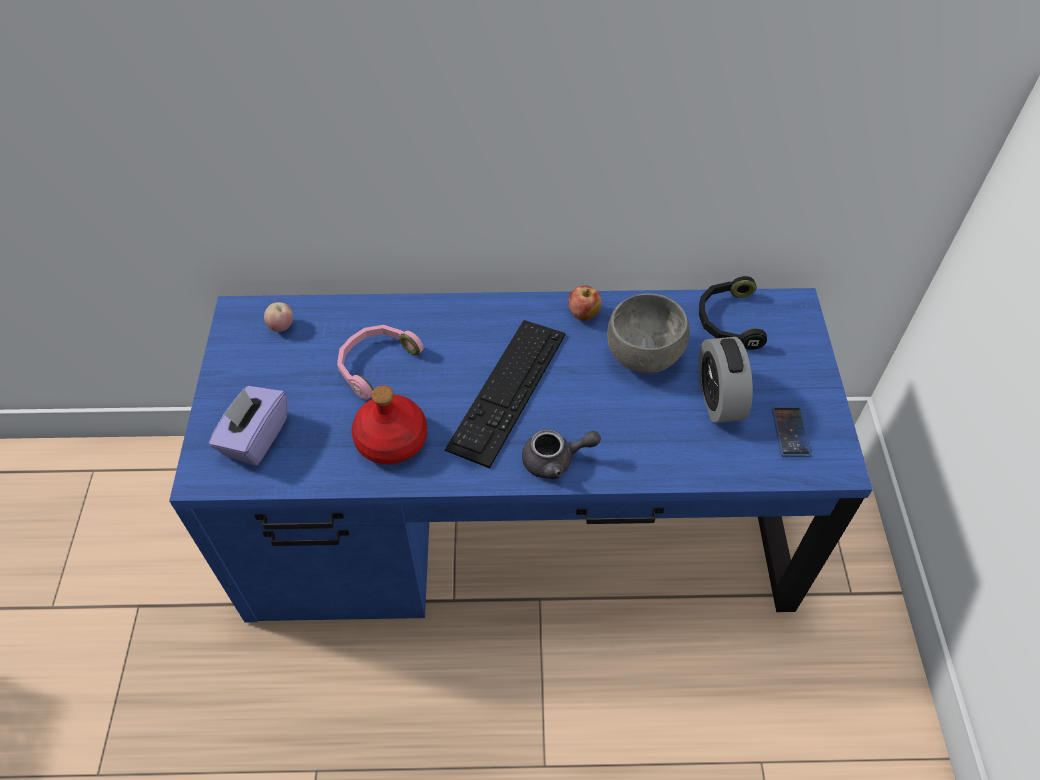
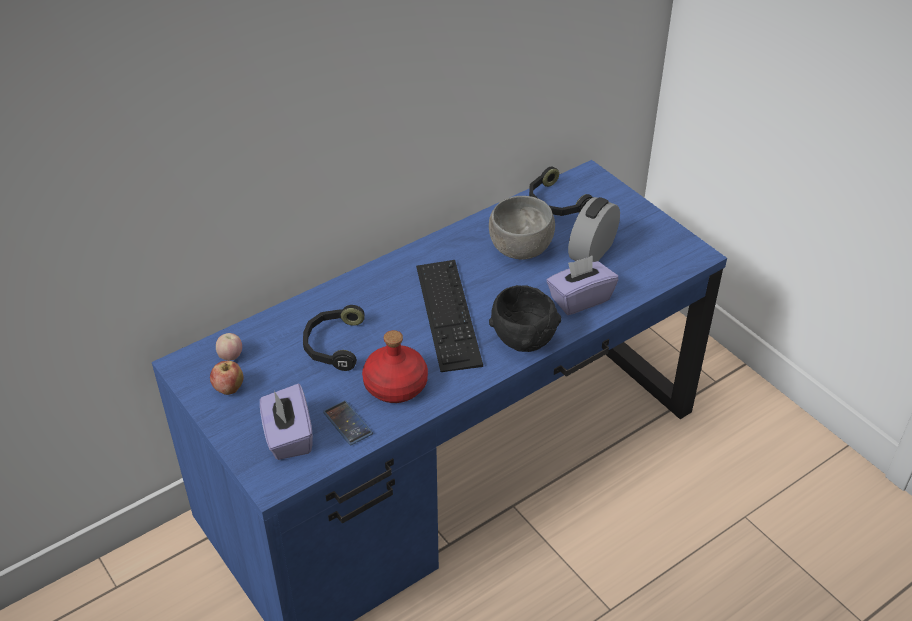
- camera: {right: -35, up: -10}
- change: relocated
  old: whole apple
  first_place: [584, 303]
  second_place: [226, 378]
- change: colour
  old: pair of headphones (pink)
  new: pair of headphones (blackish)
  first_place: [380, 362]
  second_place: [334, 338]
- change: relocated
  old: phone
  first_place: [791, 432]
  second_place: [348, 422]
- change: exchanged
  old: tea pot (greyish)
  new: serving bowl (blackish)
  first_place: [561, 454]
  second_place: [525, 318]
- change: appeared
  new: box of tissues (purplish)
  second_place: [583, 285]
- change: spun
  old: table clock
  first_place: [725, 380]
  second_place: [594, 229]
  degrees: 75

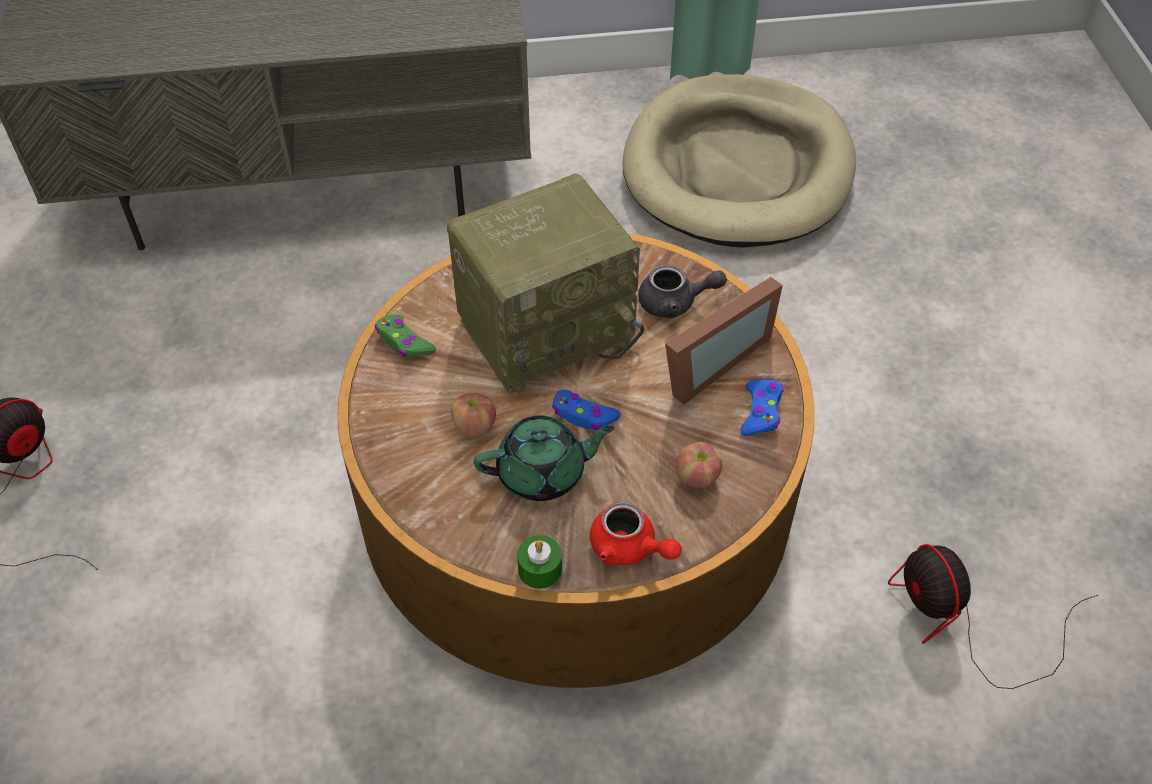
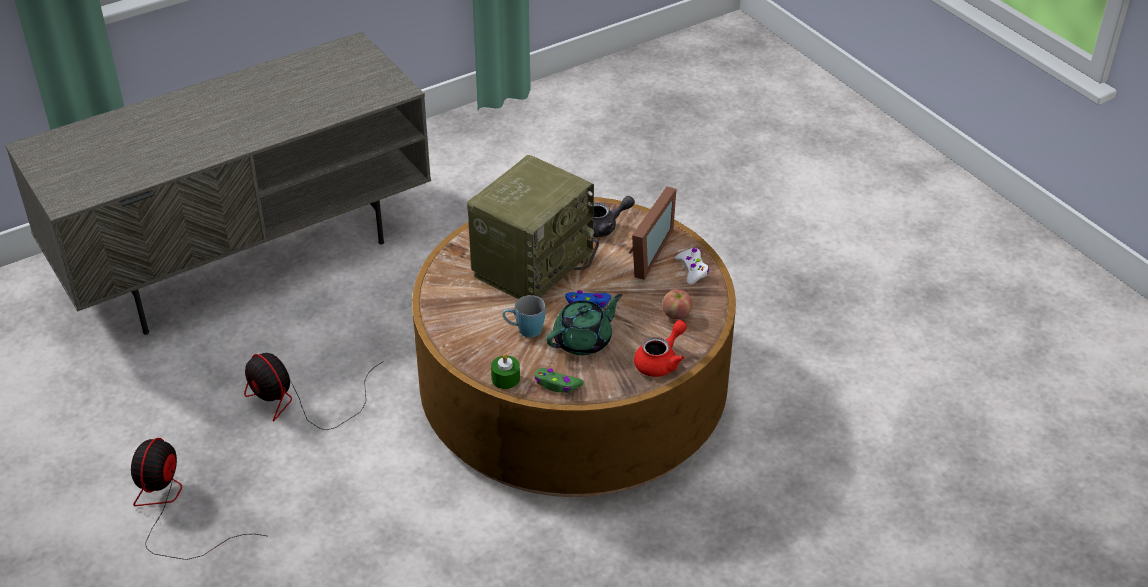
- camera: {right: -25, up: -10}
- change: relocated
  old: fan
  first_place: [993, 616]
  second_place: [314, 391]
- change: relocated
  old: wax light (green-coloured)
  first_place: [539, 562]
  second_place: [505, 371]
- change: exchanged
  old: whole apple
  new: coffee mug (blue)
  first_place: [473, 415]
  second_place: [523, 316]
- change: relocated
  old: joypad (green-coloured)
  first_place: [405, 336]
  second_place: [559, 380]
- change: spun
  old: tea pot (red)
  first_place: [636, 533]
  second_place: [660, 348]
  degrees: -60
- change: colour
  old: joypad (blue)
  new: joypad (whitish)
  first_place: [762, 407]
  second_place: [692, 266]
- change: missing
  old: dog bed (sand-coloured)
  first_place: [739, 161]

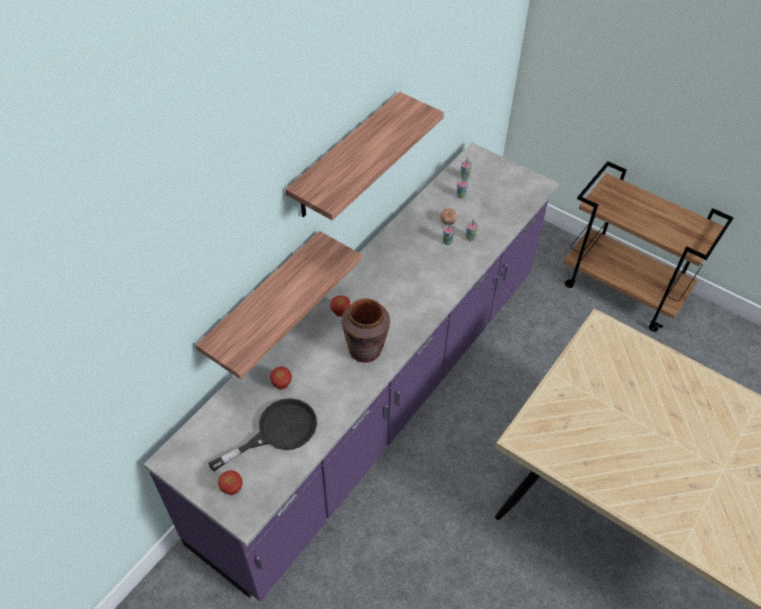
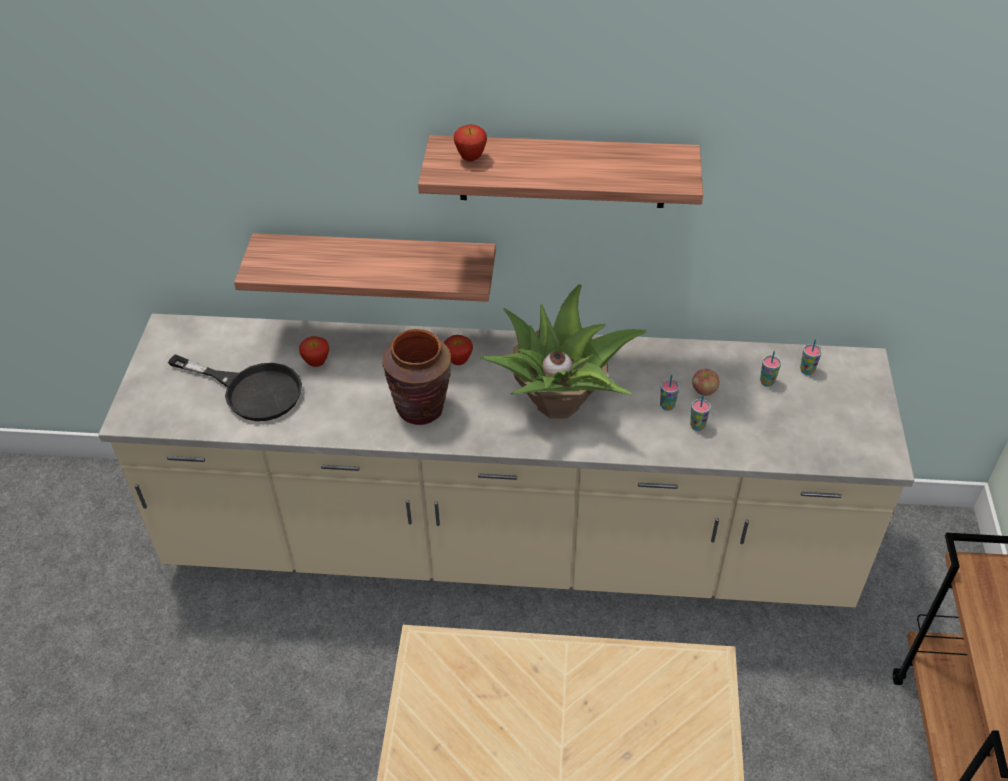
- camera: {right: 60, up: -5}
- change: colour
  old: kitchen counter (purplish)
  new: kitchen counter (sand-coloured)
  first_place: [351, 372]
  second_place: [506, 460]
- change: relocated
  old: whole apple
  first_place: [230, 482]
  second_place: [470, 143]
- change: appeared
  new: houseplant
  second_place: [563, 351]

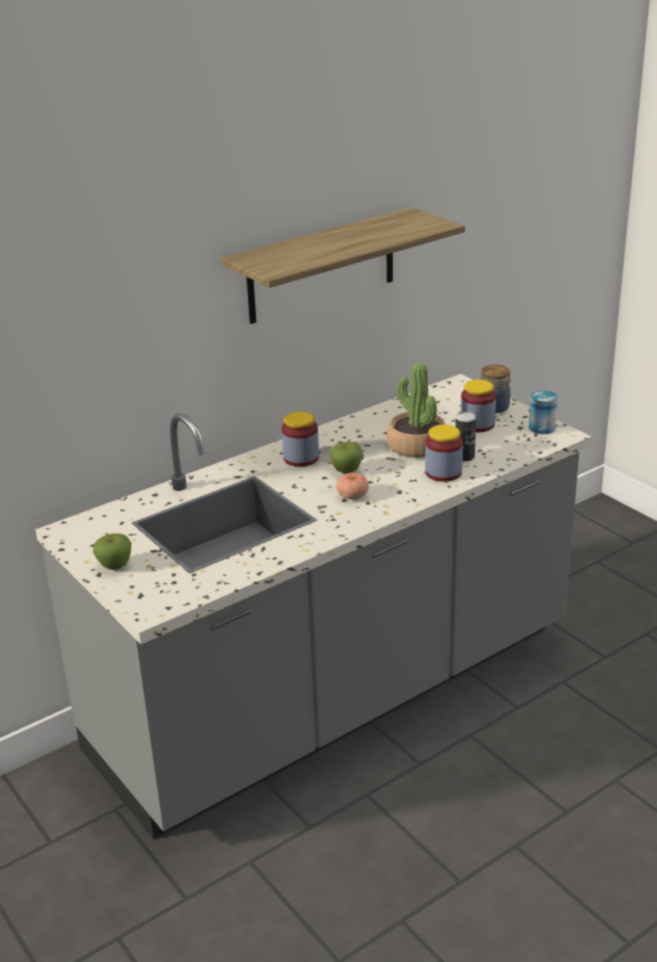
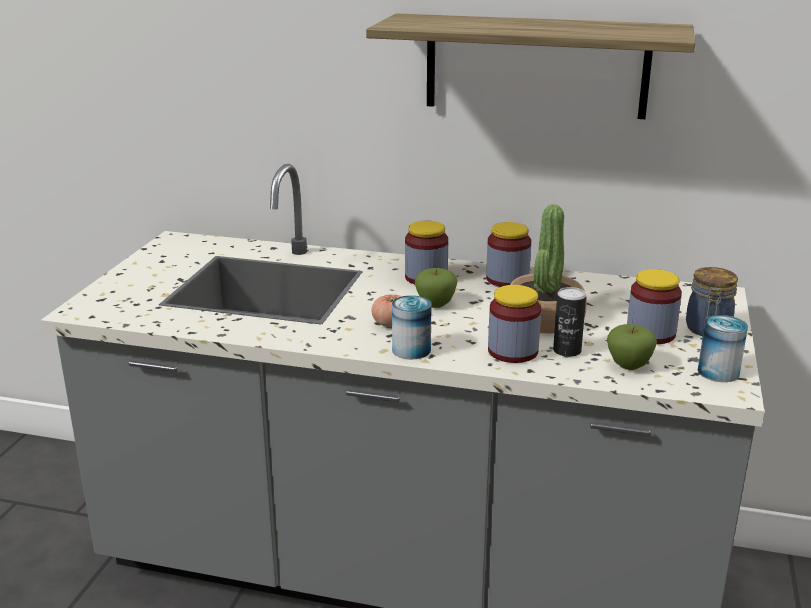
- camera: {right: 50, up: -5}
- change: appeared
  new: can
  second_place: [411, 327]
- change: appeared
  new: jar
  second_place: [508, 254]
- change: relocated
  old: whole apple
  first_place: [112, 551]
  second_place: [632, 347]

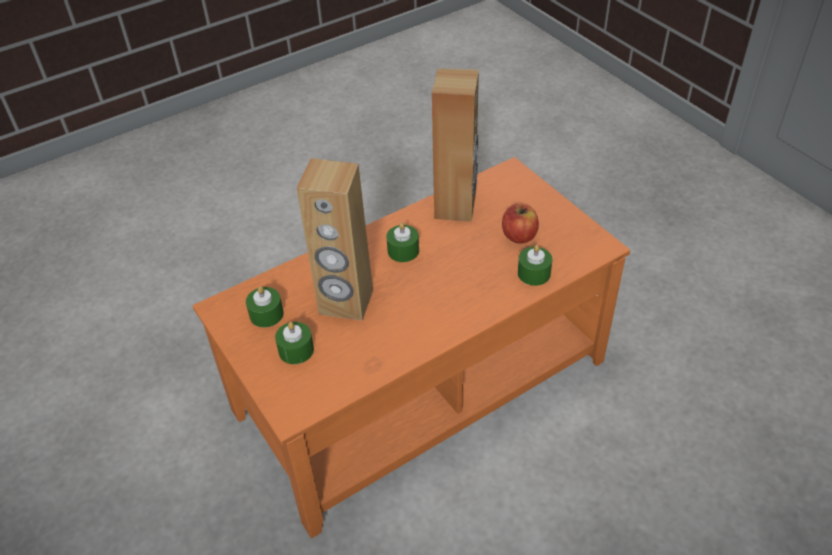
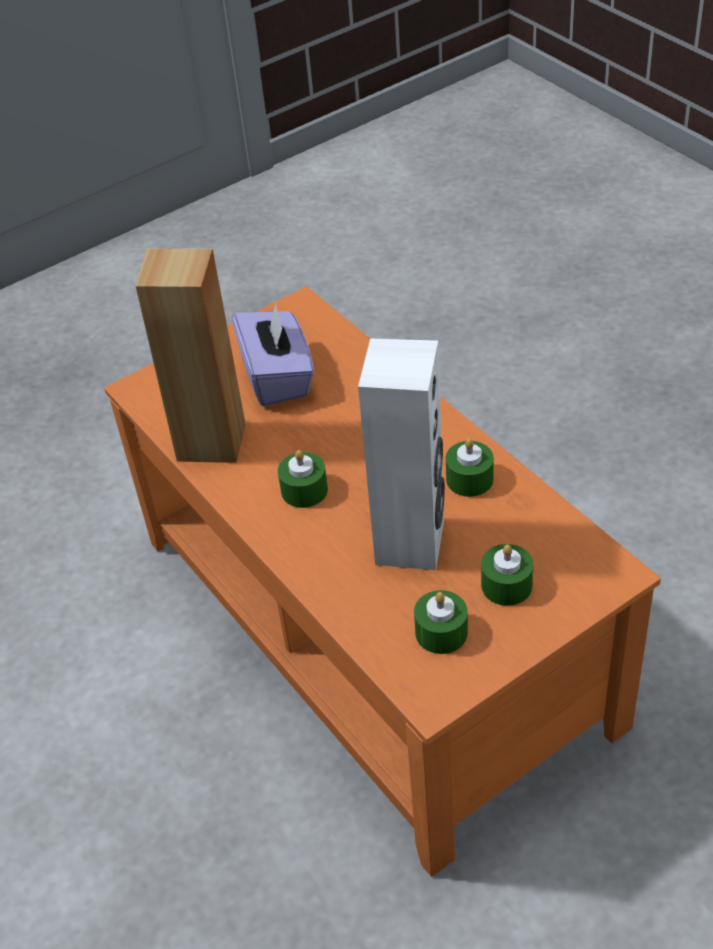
- camera: {right: -90, up: 0}
- change: exchanged
  old: whole apple
  new: box of tissues (purplish)
  first_place: [520, 223]
  second_place: [273, 355]
- change: colour
  old: speaker (brown)
  new: speaker (whitish)
  first_place: [335, 239]
  second_place: [401, 454]
- change: relocated
  old: wax light (green-coloured)
  first_place: [535, 265]
  second_place: [470, 467]

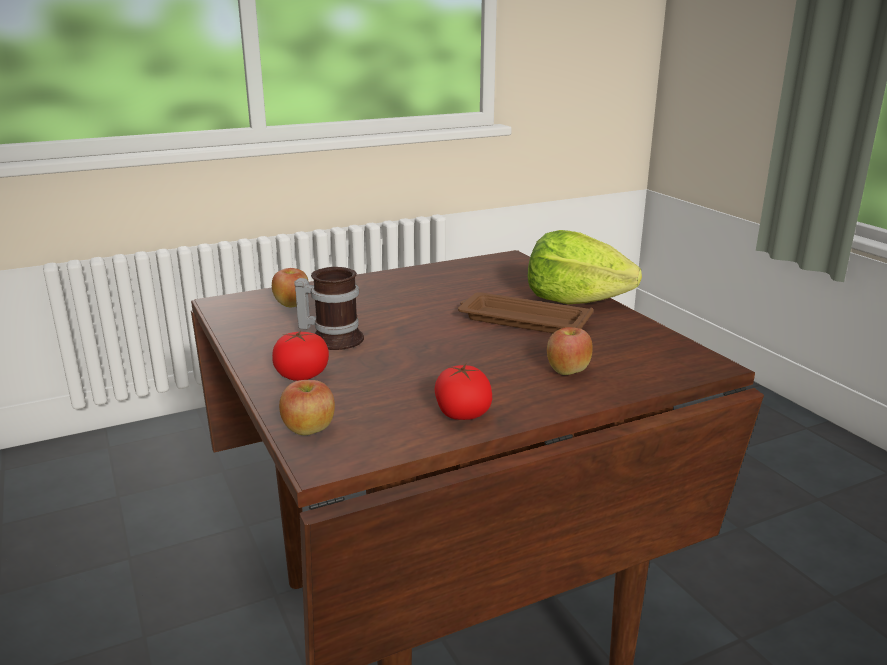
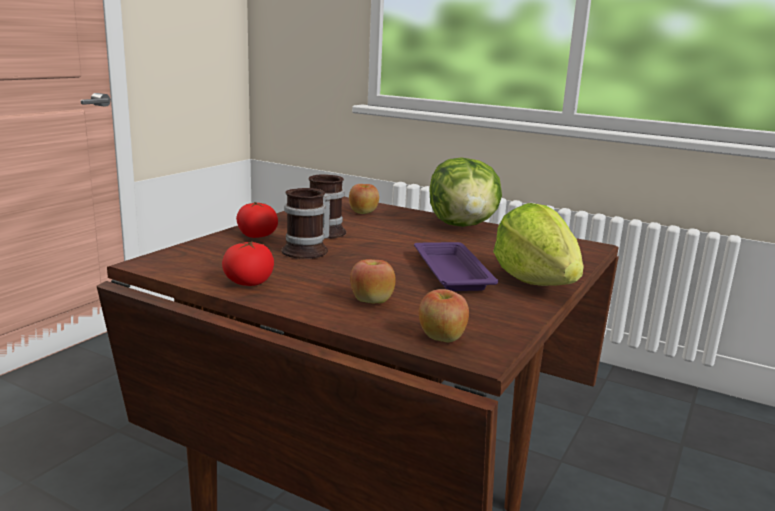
- camera: {right: 55, up: -5}
- change: appeared
  new: coffee mug
  second_place: [306, 223]
- change: colour
  old: carrying tray (brown)
  new: carrying tray (purplish)
  first_place: [525, 312]
  second_place: [456, 266]
- change: relocated
  old: whole apple
  first_place: [307, 407]
  second_place: [444, 315]
- change: appeared
  new: head of lettuce
  second_place: [466, 192]

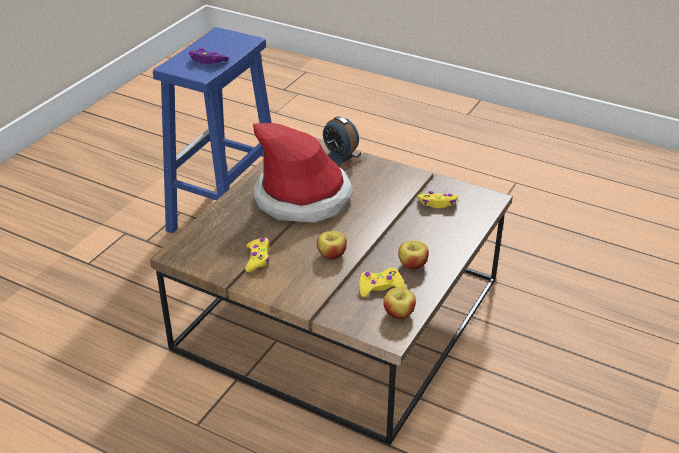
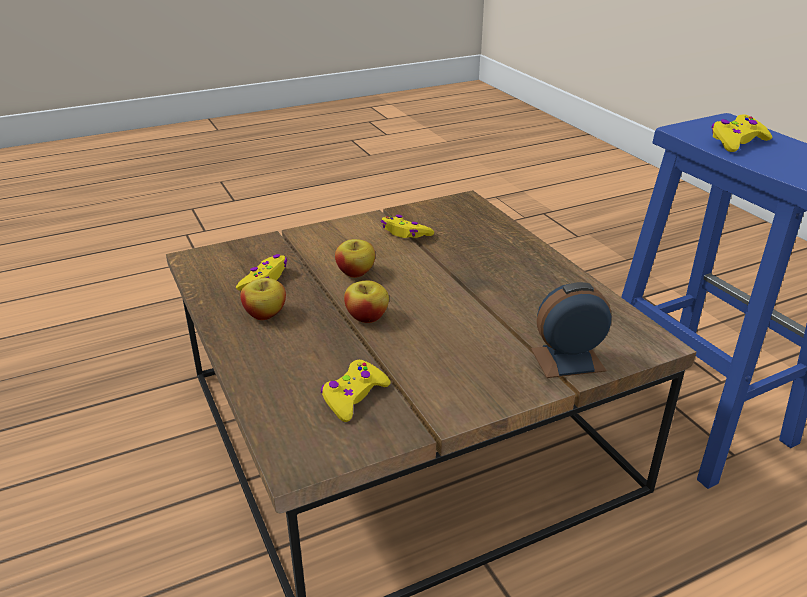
- camera: {right: 125, up: -5}
- change: relocated
  old: whole apple
  first_place: [399, 303]
  second_place: [366, 301]
- change: colour
  old: joypad (purplish)
  new: joypad (yellow-coloured)
  first_place: [209, 56]
  second_place: [742, 133]
- change: missing
  old: clothing hat
  first_place: [303, 172]

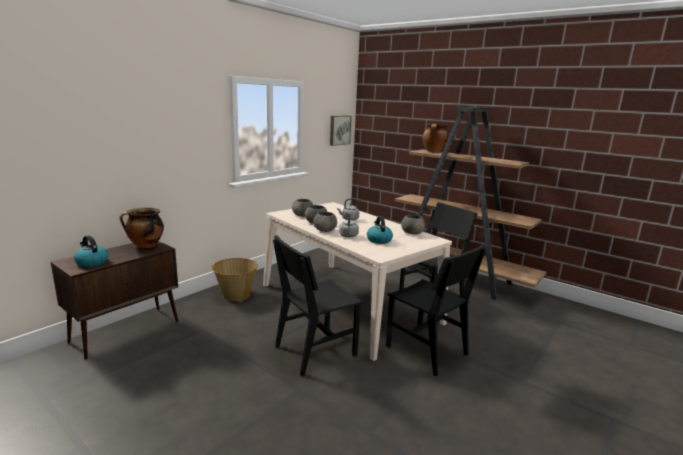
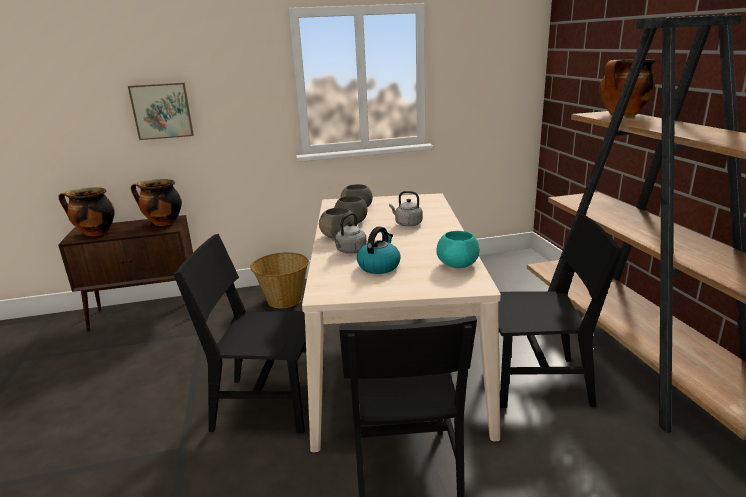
- camera: {right: 40, up: 5}
- change: exchanged
  old: tea kettle
  new: stockpot
  first_place: [91, 251]
  second_place: [86, 211]
- change: relocated
  old: wall picture
  first_place: [341, 131]
  second_place: [161, 111]
- change: colour
  old: serving bowl (greyish)
  new: serving bowl (turquoise-coloured)
  first_place: [413, 224]
  second_place: [458, 249]

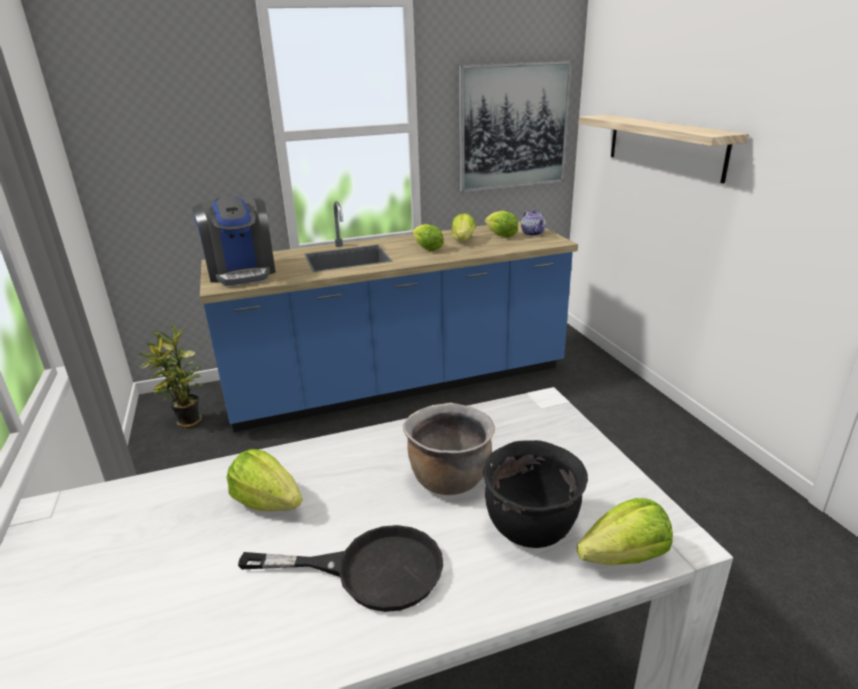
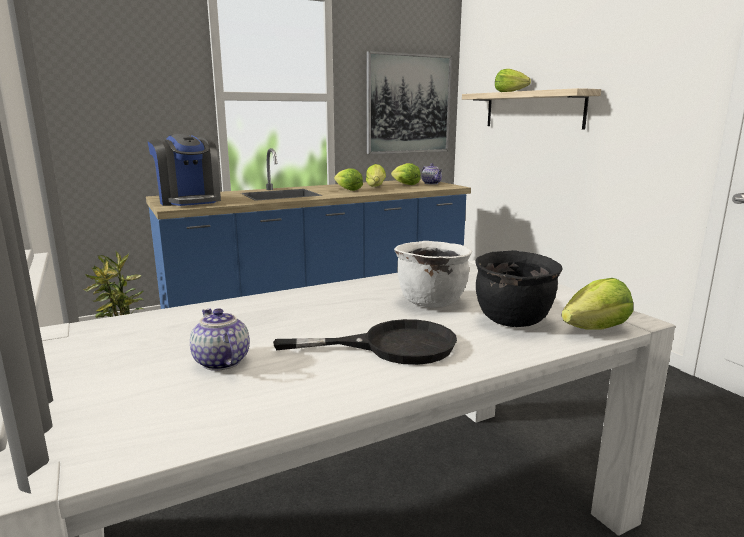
- camera: {right: -10, up: -10}
- change: appeared
  new: tea pot
  second_place: [220, 339]
- change: colour
  old: stockpot (brown)
  new: stockpot (whitish)
  first_place: [449, 449]
  second_place: [433, 274]
- change: relocated
  old: head of lettuce
  first_place: [264, 480]
  second_place: [513, 80]

